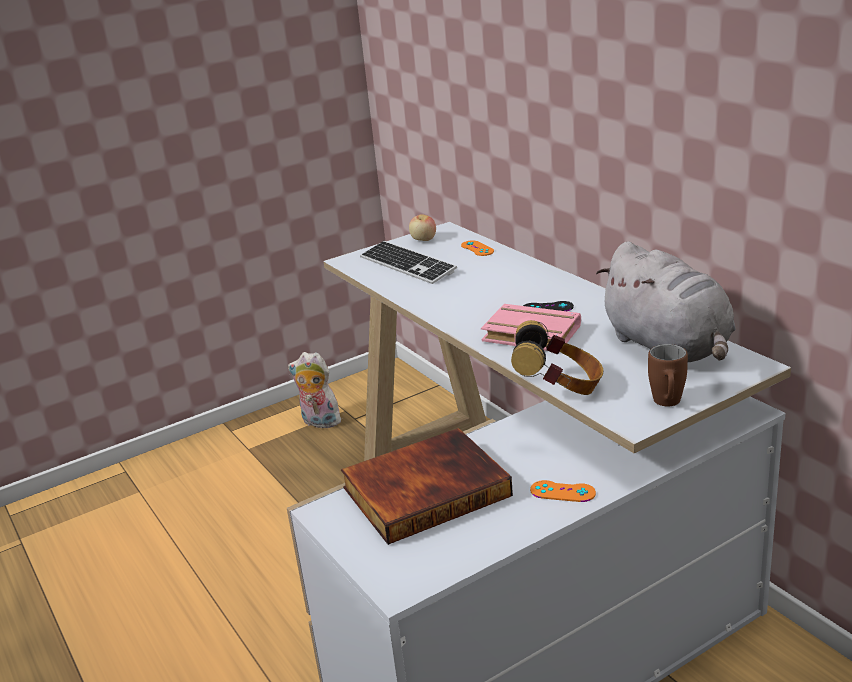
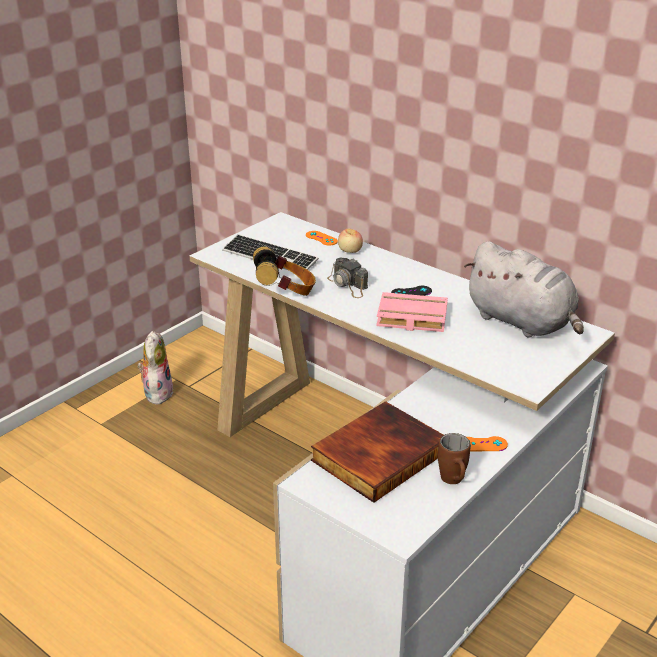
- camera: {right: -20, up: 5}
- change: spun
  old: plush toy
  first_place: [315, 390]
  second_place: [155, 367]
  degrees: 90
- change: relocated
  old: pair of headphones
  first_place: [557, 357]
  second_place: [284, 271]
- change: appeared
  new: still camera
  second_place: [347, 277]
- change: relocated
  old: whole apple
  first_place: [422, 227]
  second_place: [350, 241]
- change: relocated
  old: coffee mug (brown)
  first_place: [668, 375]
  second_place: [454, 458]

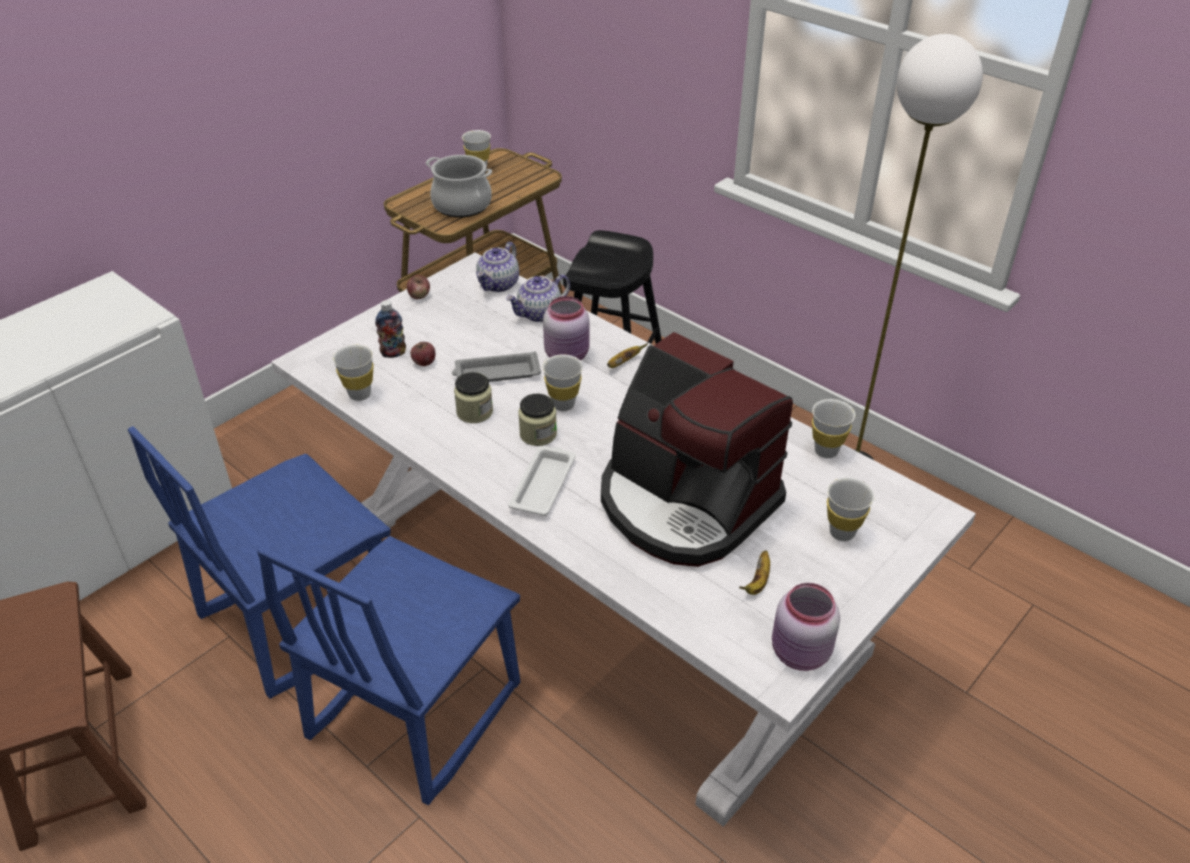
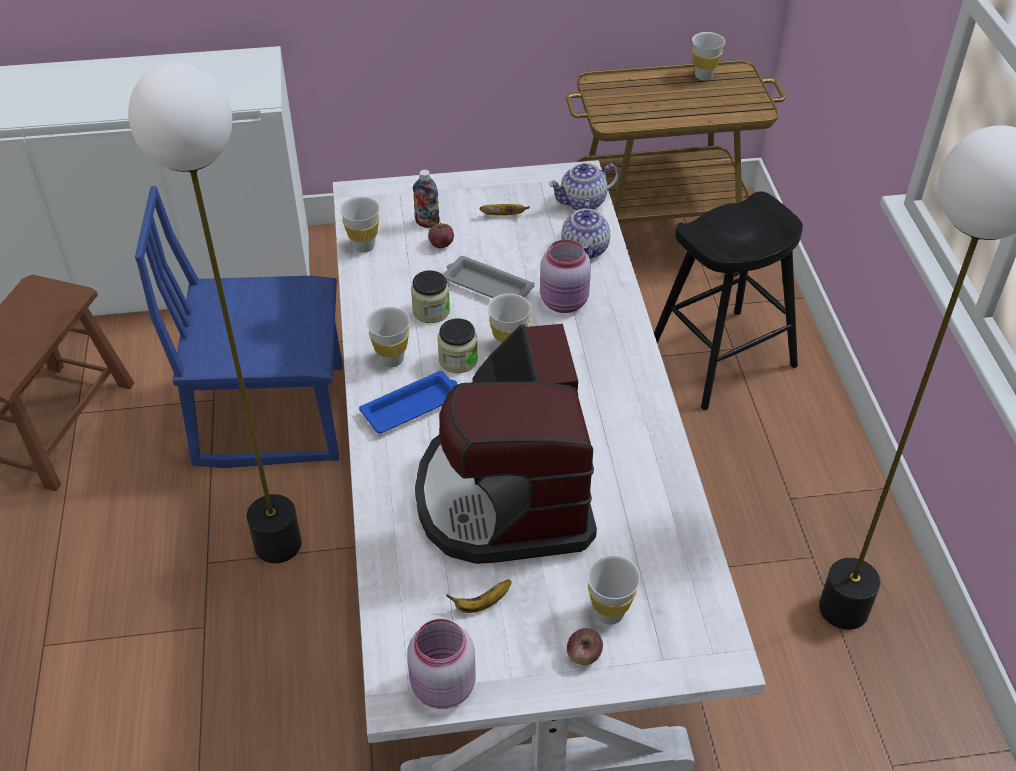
- camera: {right: 40, up: 5}
- change: exchanged
  old: chair (blue)
  new: floor lamp
  first_place: [388, 670]
  second_place: [215, 313]
- change: colour
  old: carrying tray (whitish)
  new: carrying tray (blue)
  first_place: [542, 481]
  second_place: [408, 402]
- change: relocated
  old: drinking cup (whitish)
  first_place: [833, 428]
  second_place: [388, 337]
- change: relocated
  old: banana
  first_place: [627, 355]
  second_place: [505, 209]
- change: spun
  old: tea pot
  first_place: [538, 298]
  second_place: [585, 229]
  degrees: -90
- change: relocated
  old: whole apple
  first_place: [418, 287]
  second_place: [585, 646]
- change: missing
  old: stockpot
  first_place: [459, 186]

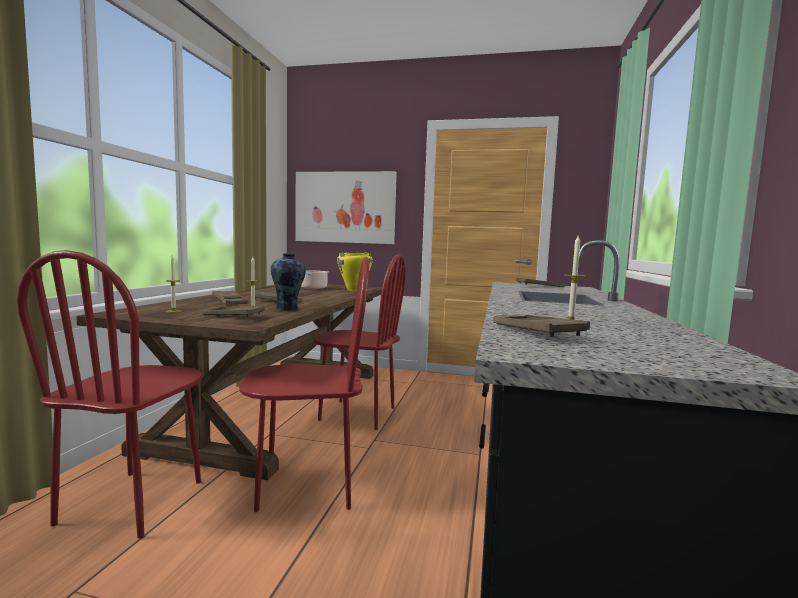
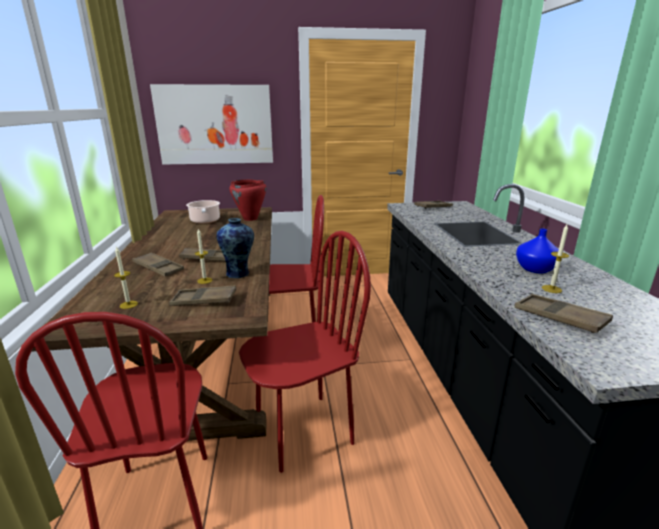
- camera: {right: -20, up: 15}
- change: colour
  old: stockpot (yellow-coloured)
  new: stockpot (red)
  first_place: [355, 271]
  second_place: [248, 200]
- change: appeared
  new: flower vase (blue)
  second_place: [537, 251]

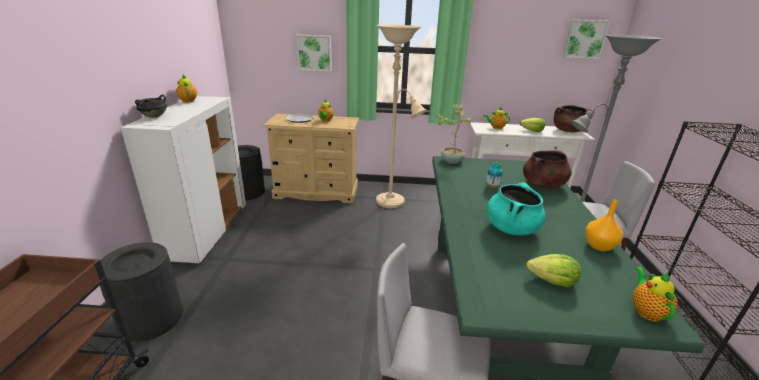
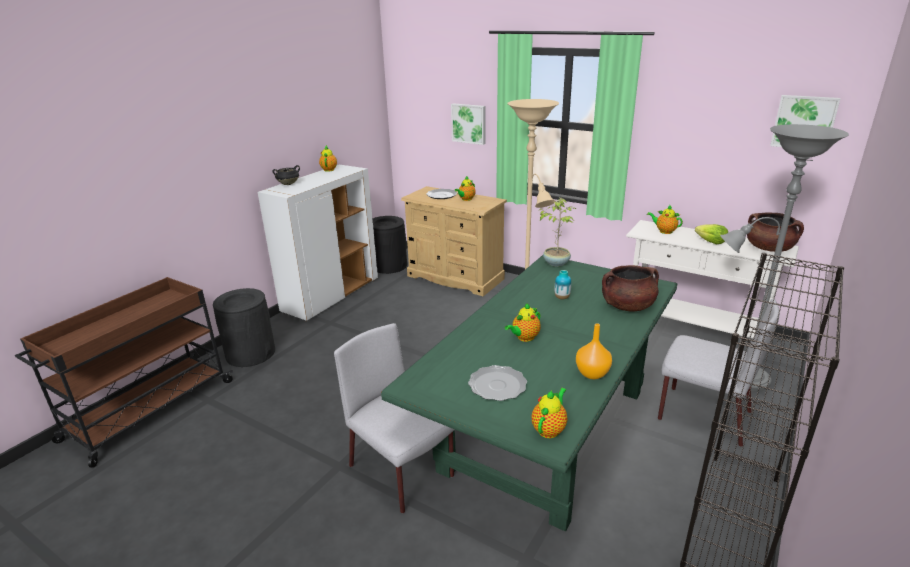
- camera: {right: 30, up: 0}
- change: exchanged
  old: head of lettuce
  new: plate
  first_place: [553, 271]
  second_place: [497, 383]
- change: exchanged
  old: stockpot (turquoise-coloured)
  new: tea pot
  first_place: [516, 208]
  second_place: [523, 322]

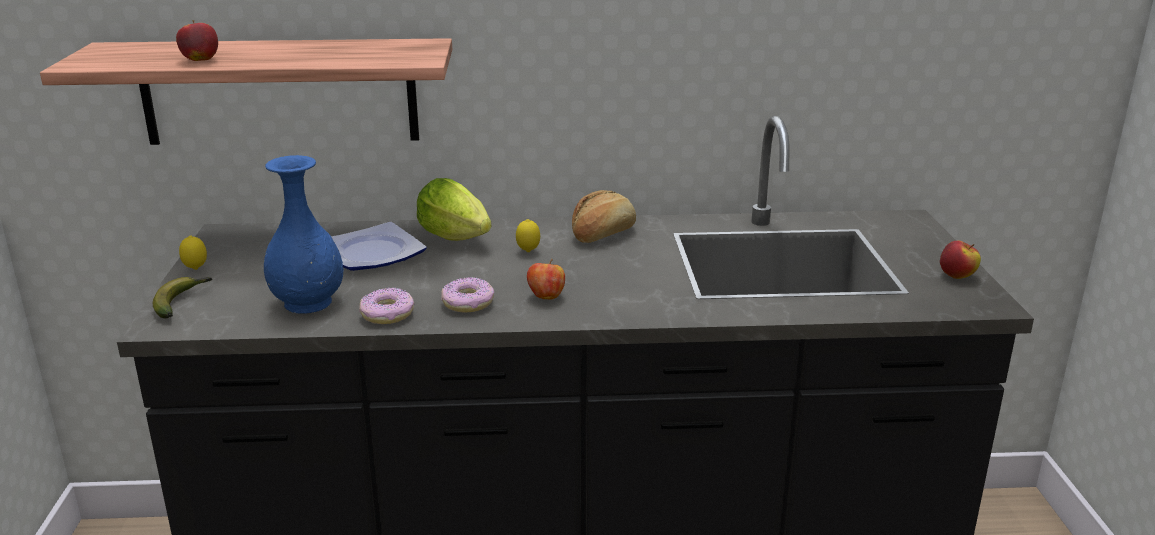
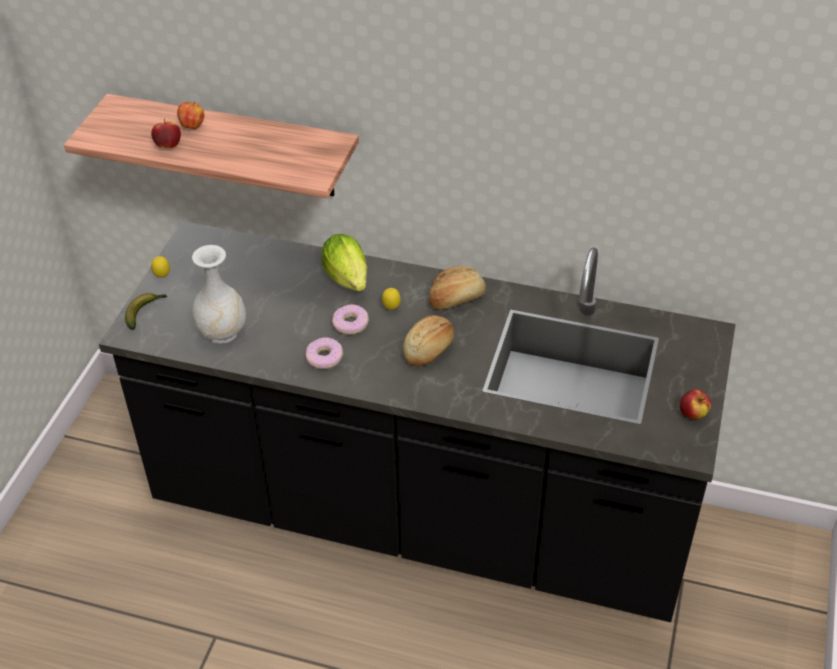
- camera: {right: 20, up: 20}
- change: relocated
  old: whole apple
  first_place: [546, 279]
  second_place: [190, 115]
- change: colour
  old: flower vase (blue)
  new: flower vase (whitish)
  first_place: [303, 234]
  second_place: [219, 294]
- change: relocated
  old: doughnut
  first_place: [387, 306]
  second_place: [350, 319]
- change: appeared
  new: bread
  second_place: [428, 340]
- change: missing
  old: plate
  first_place: [379, 246]

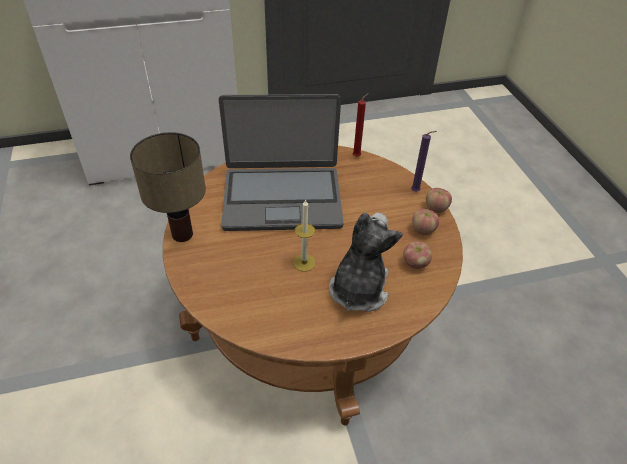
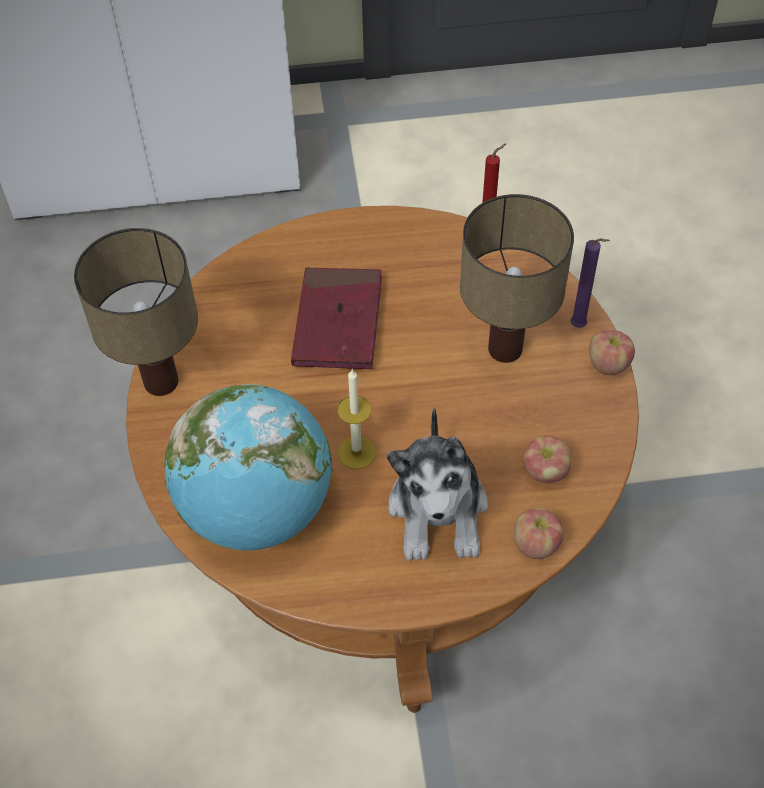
- camera: {right: 10, up: 10}
- change: appeared
  new: globe
  second_place: [248, 467]
- change: exchanged
  old: laptop
  new: book (red)
  first_place: [281, 162]
  second_place: [336, 318]
- change: spun
  old: plush toy
  first_place: [366, 262]
  second_place: [437, 484]
  degrees: 150
- change: appeared
  new: lamp for a table
  second_place: [517, 278]
- change: relocated
  old: whole apple
  first_place: [425, 222]
  second_place: [539, 533]

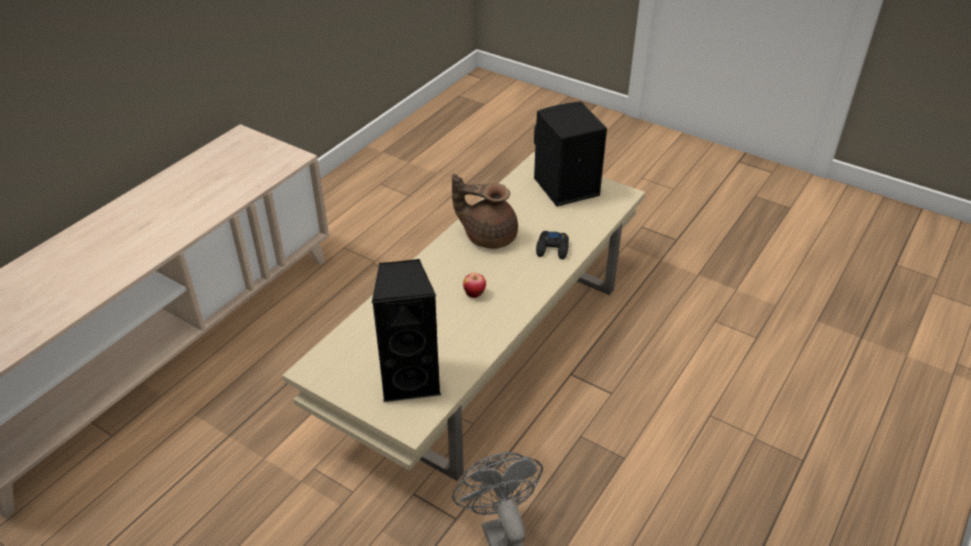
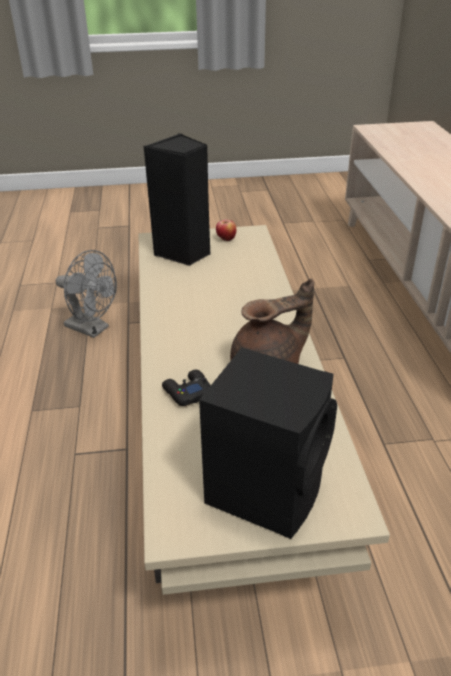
- camera: {right: 140, up: -5}
- change: relocated
  old: whole apple
  first_place: [474, 285]
  second_place: [226, 231]

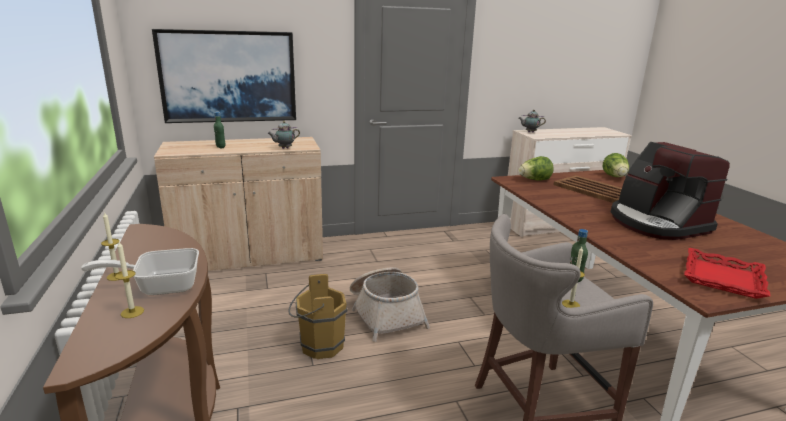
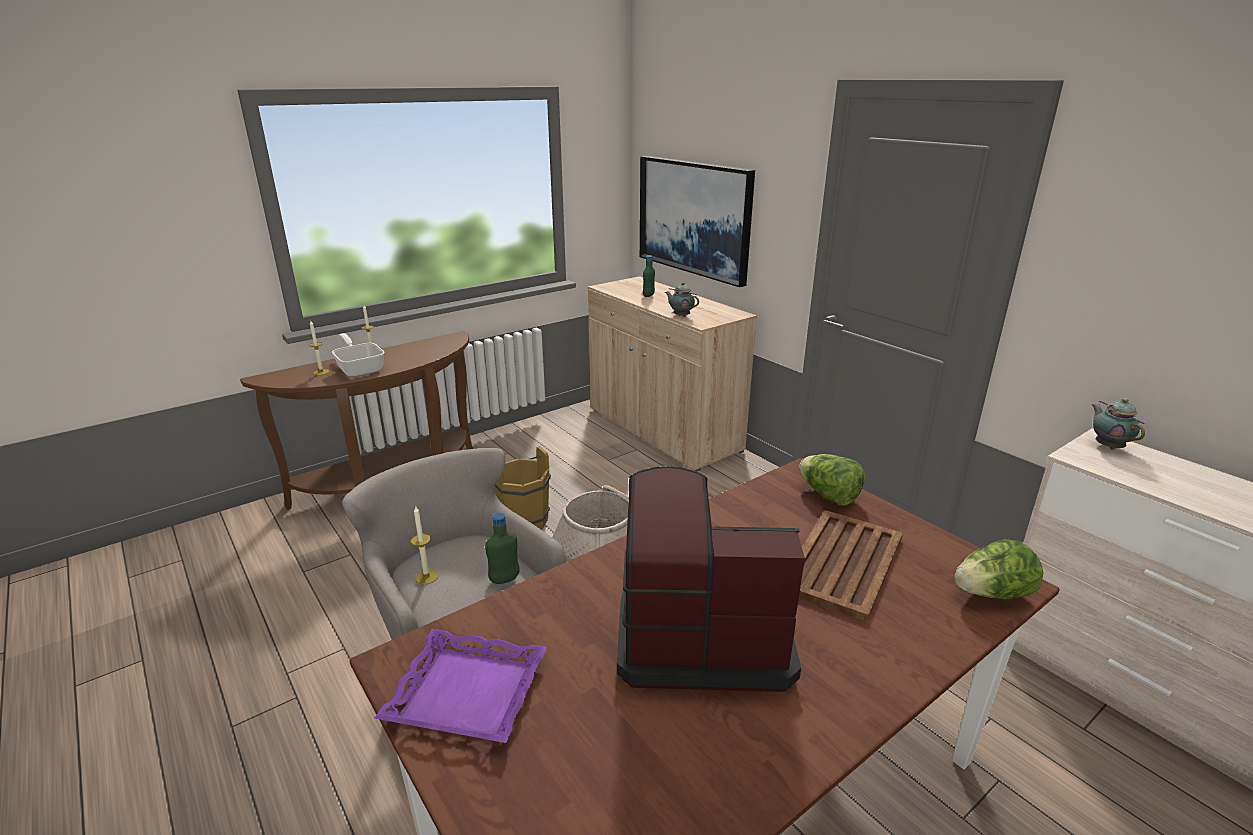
- camera: {right: 70, up: 5}
- change: colour
  old: carrying tray (red)
  new: carrying tray (purplish)
  first_place: [727, 273]
  second_place: [461, 686]
- change: spun
  old: coffee brewer
  first_place: [670, 191]
  second_place: [711, 579]
  degrees: 45

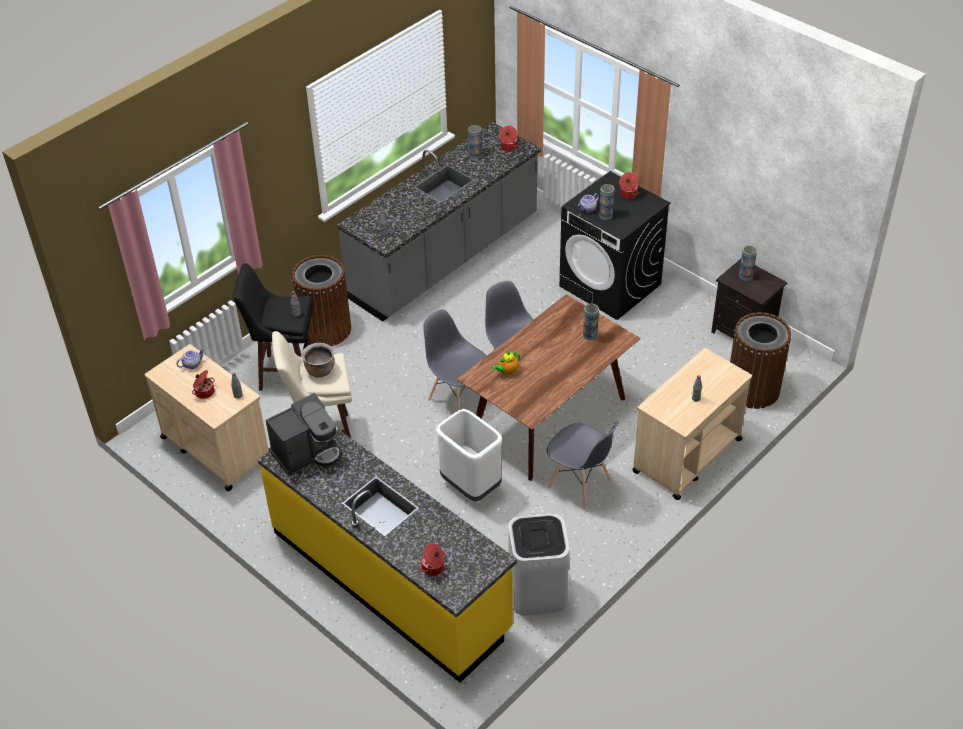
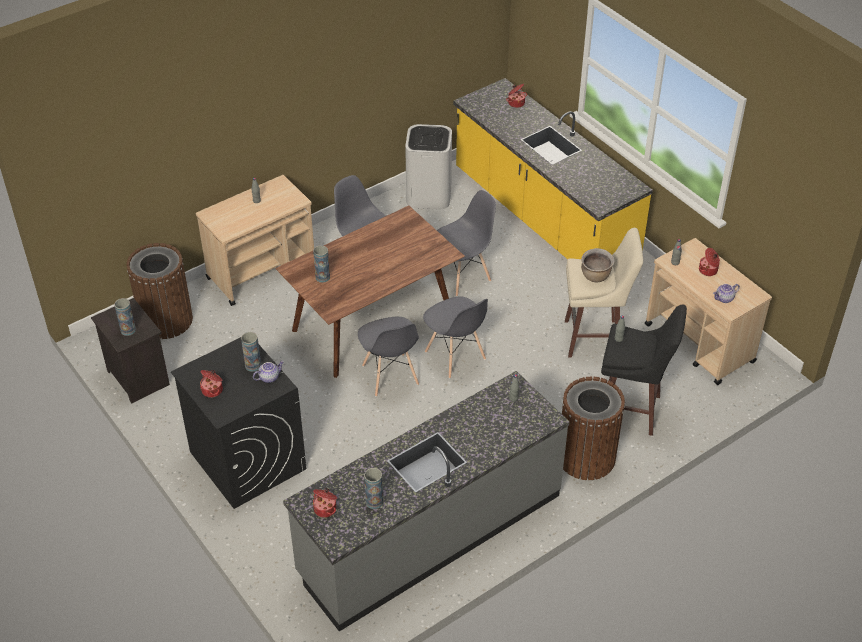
- camera: {right: -170, up: 0}
- change: exchanged
  old: waste bin (whitish)
  new: chair (greyish)
  first_place: [469, 455]
  second_place: [465, 243]
- change: missing
  old: coffee brewer
  first_place: [303, 434]
- change: missing
  old: tea pot
  first_place: [505, 363]

